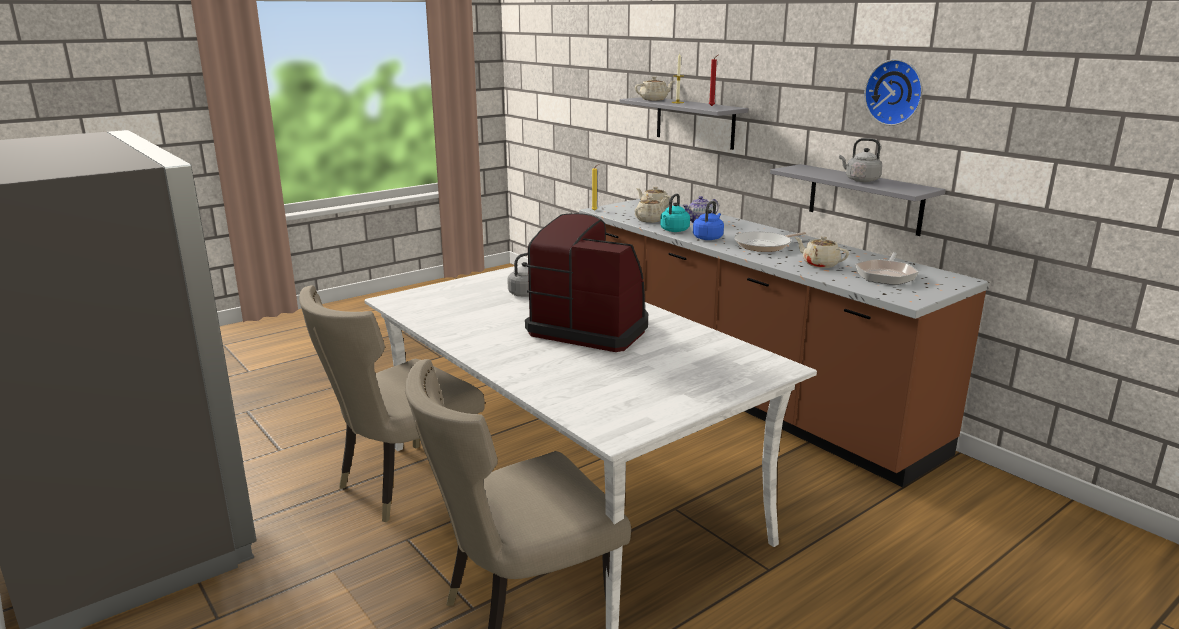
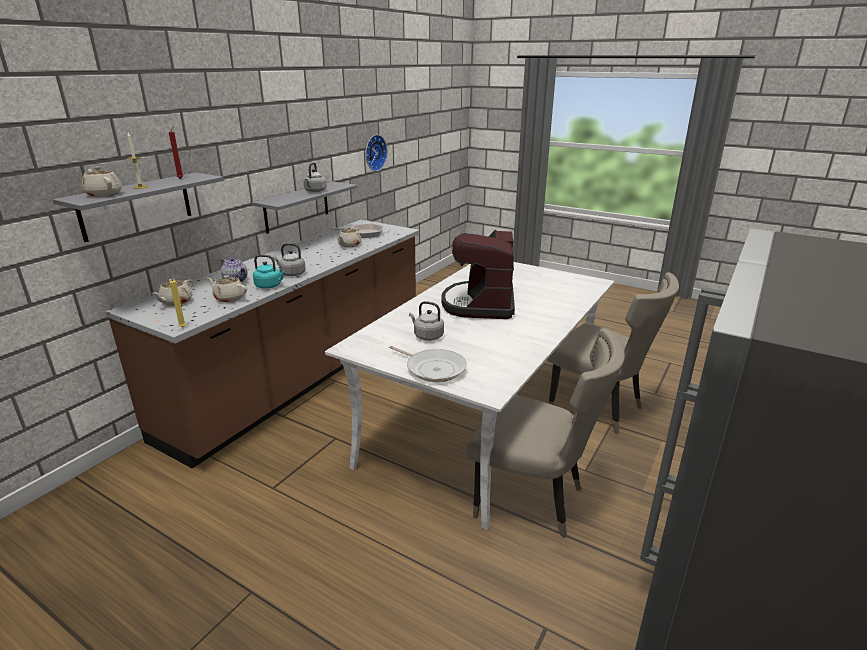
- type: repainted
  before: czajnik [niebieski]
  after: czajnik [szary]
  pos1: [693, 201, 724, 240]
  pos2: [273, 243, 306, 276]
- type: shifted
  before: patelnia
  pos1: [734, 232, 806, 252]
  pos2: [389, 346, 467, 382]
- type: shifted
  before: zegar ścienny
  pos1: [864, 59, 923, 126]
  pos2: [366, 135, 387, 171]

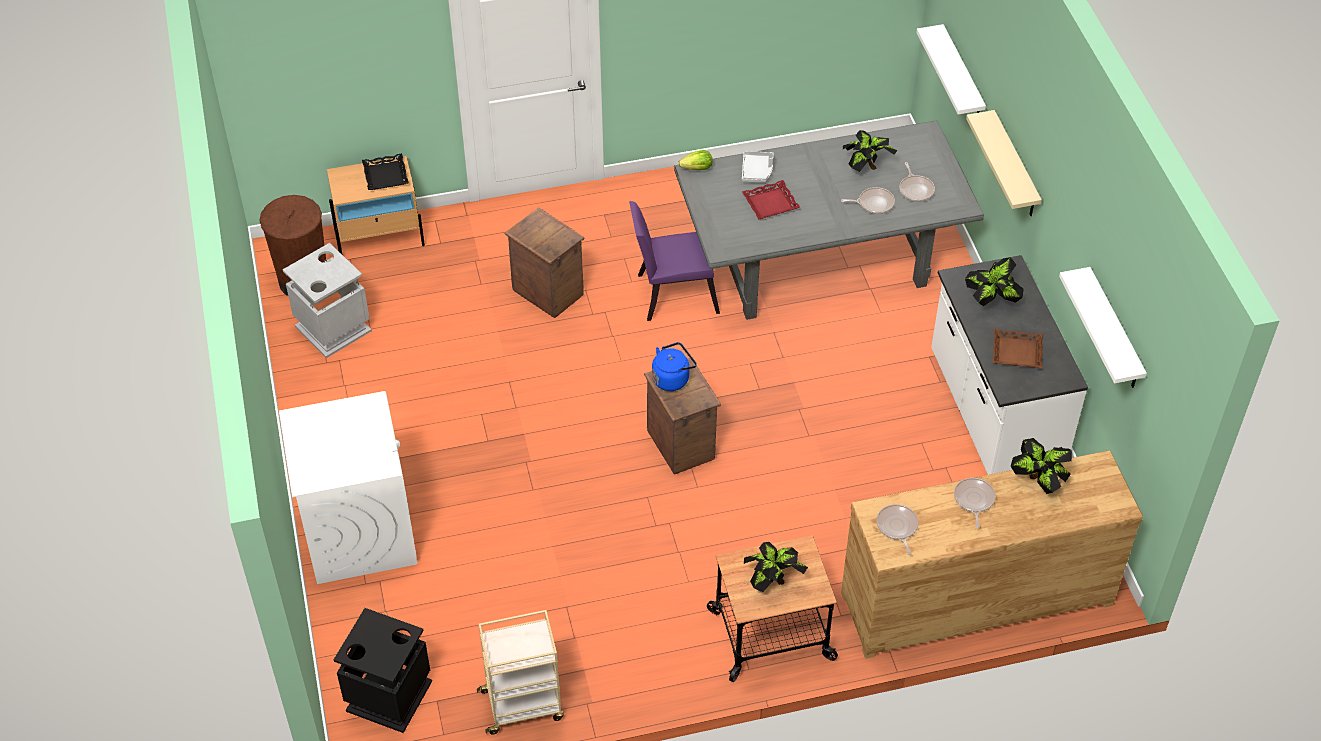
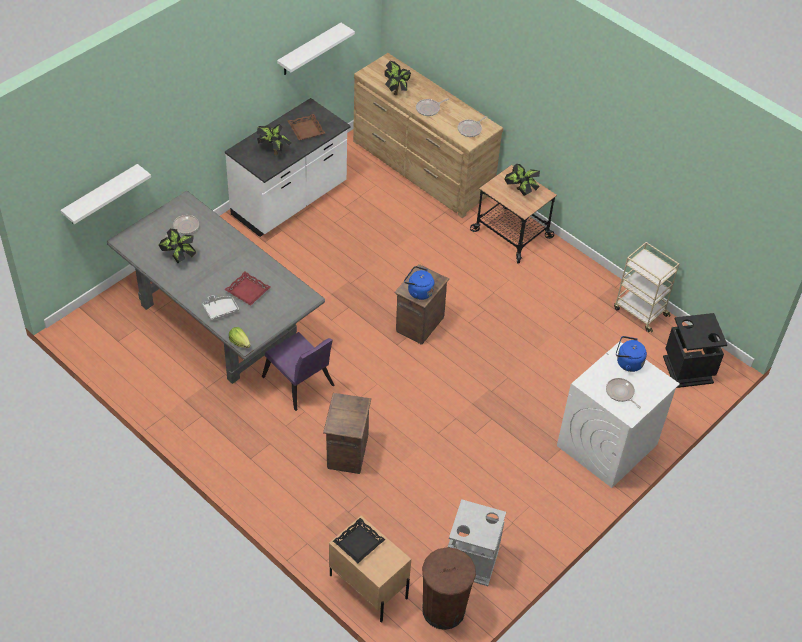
- type: shifted
  before: patelnia
  pos1: [841, 187, 895, 214]
  pos2: [606, 378, 641, 409]
- type: gone
  before: półka [beżowy]
  pos1: [966, 110, 1042, 216]
- type: new
  after: czajnik [niebieski]
  pos2: [616, 336, 647, 372]

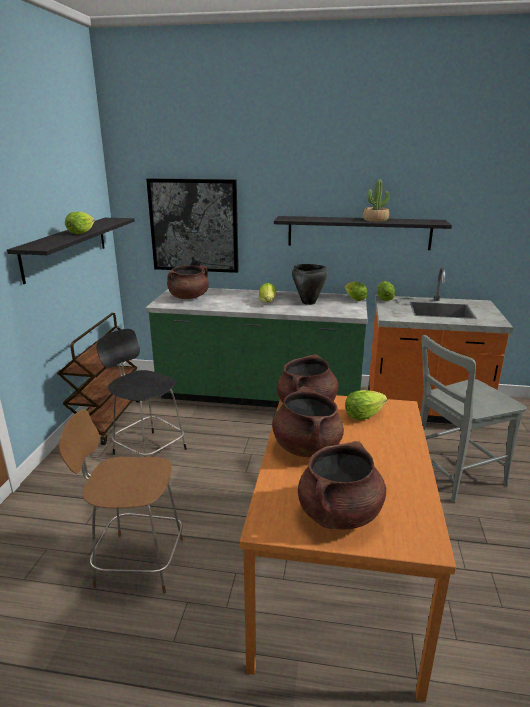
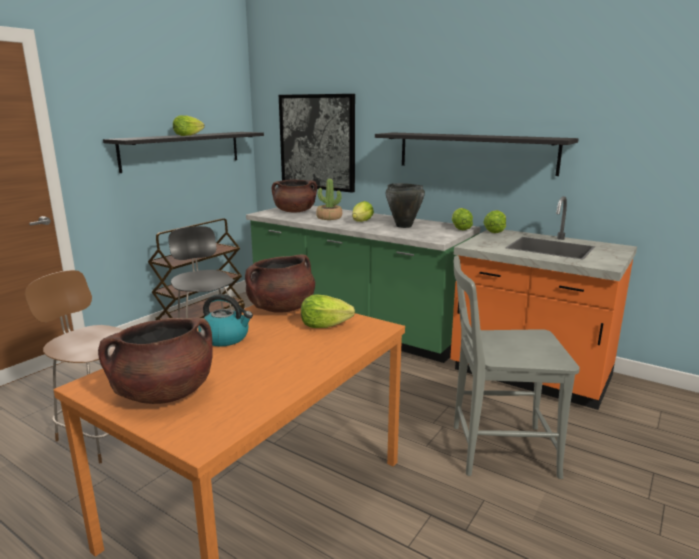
- type: swapped
  before: garnek [brązowy]
  after: czajnik
  pos1: [272, 386, 344, 457]
  pos2: [198, 294, 253, 346]
- type: shifted
  before: roślina doniczkowa
  pos1: [363, 179, 390, 222]
  pos2: [316, 178, 342, 220]

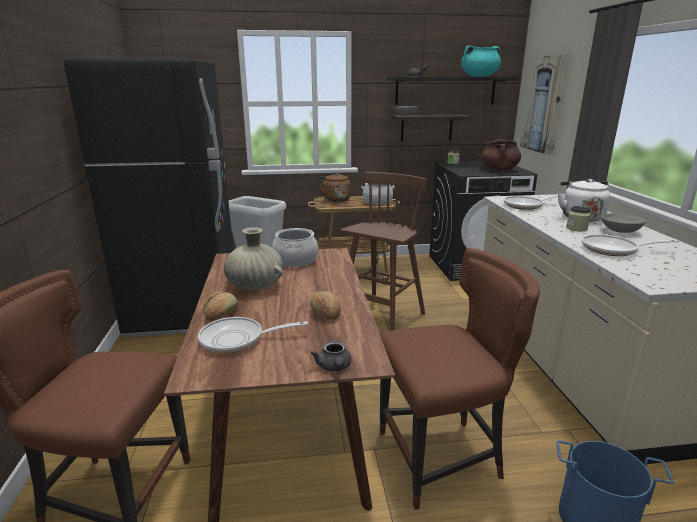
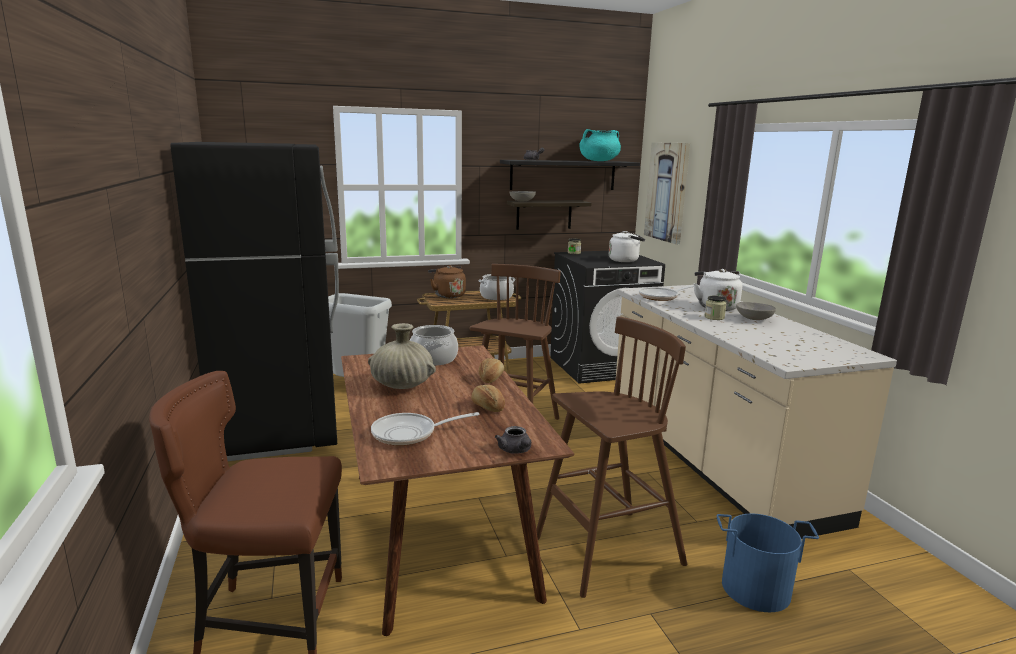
- type: shifted
  before: chleb
  pos1: [204, 292, 238, 322]
  pos2: [479, 358, 504, 383]
- type: swapped
  before: krzesło [brązowy]
  after: stołek [brązowy]
  pos1: [379, 248, 540, 510]
  pos2: [536, 316, 687, 598]
- type: swapped
  before: garnek [brązowy]
  after: czajnik [biały]
  pos1: [481, 139, 521, 171]
  pos2: [609, 231, 645, 262]
- type: gone
  before: patelnia
  pos1: [582, 234, 679, 256]

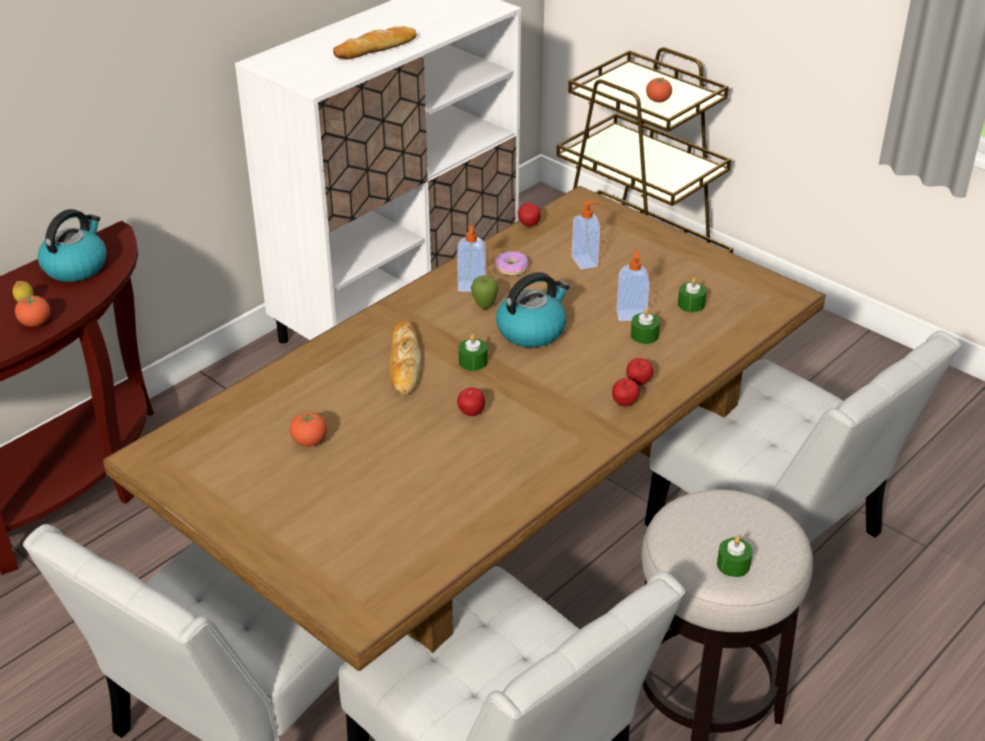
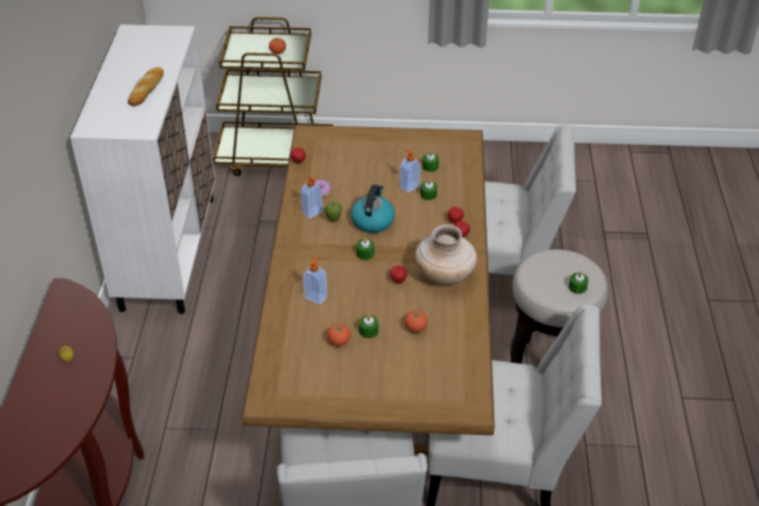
- type: shifted
  before: pomidor
  pos1: [15, 294, 50, 327]
  pos2: [404, 310, 428, 332]
- type: gone
  before: czajnik
  pos1: [38, 209, 107, 282]
- type: gone
  before: chleb
  pos1: [389, 321, 421, 395]
- type: shifted
  before: dozownik mydła
  pos1: [572, 201, 600, 270]
  pos2: [303, 257, 328, 305]
- type: new
  after: świeca [zielony]
  pos2: [359, 315, 378, 338]
- type: new
  after: wazon [beżowy]
  pos2: [415, 225, 477, 285]

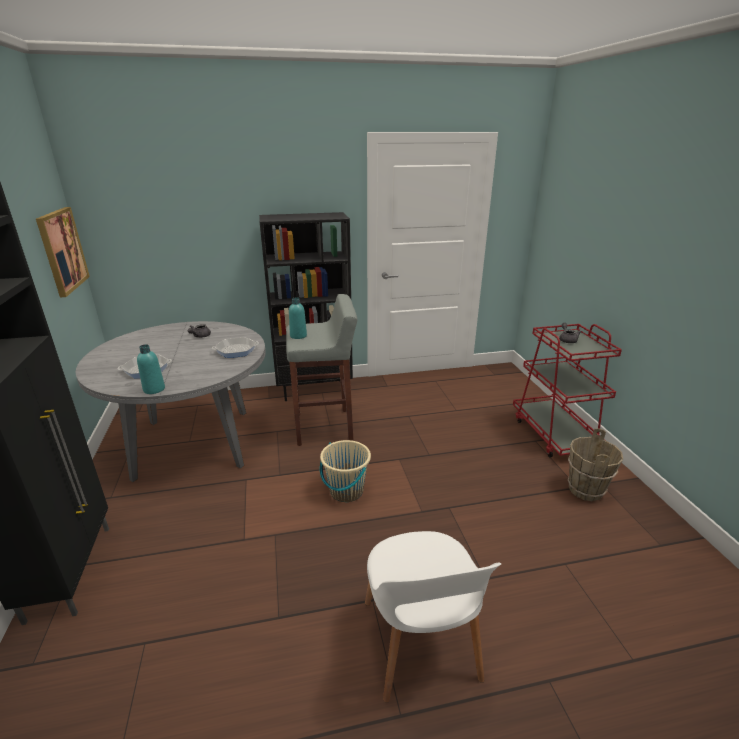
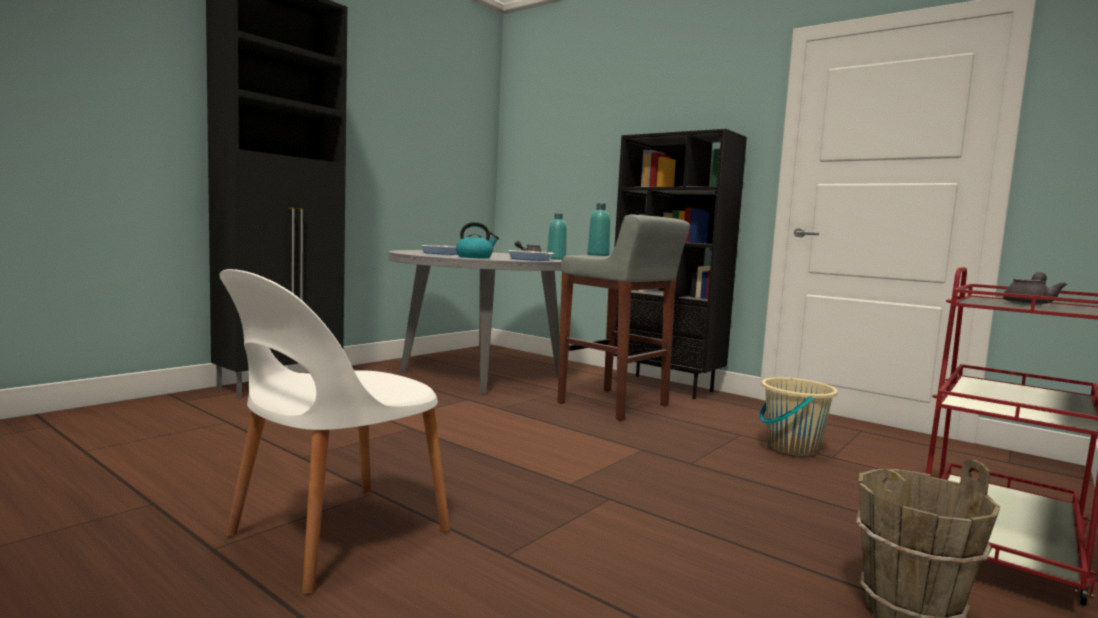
- type: gone
  before: obraz
  pos1: [36, 207, 90, 297]
- type: shifted
  before: butelka [turkusowy]
  pos1: [137, 344, 165, 394]
  pos2: [547, 213, 567, 260]
- type: shifted
  before: wiadro [beżowy]
  pos1: [320, 440, 371, 502]
  pos2: [759, 377, 838, 457]
- type: new
  after: czajnik
  pos2: [456, 222, 499, 258]

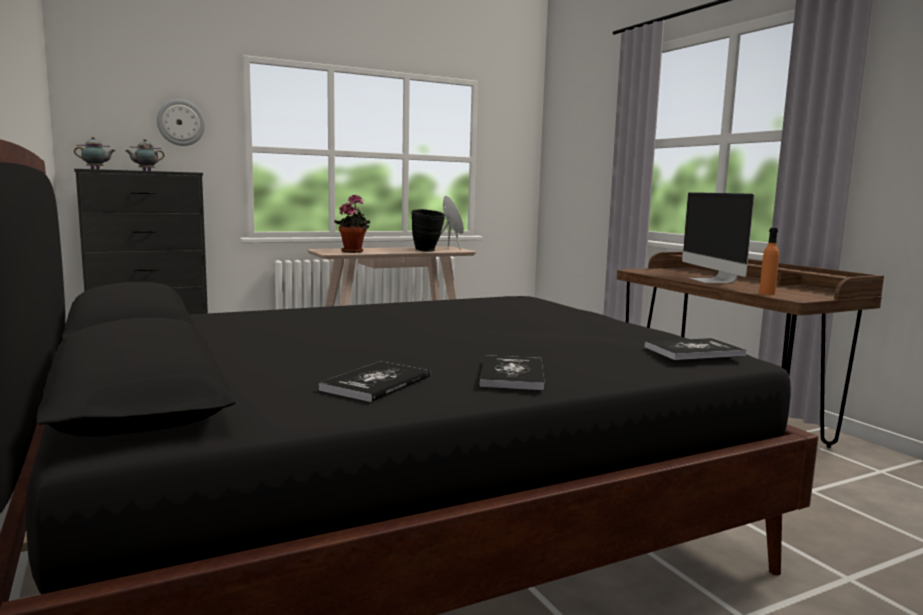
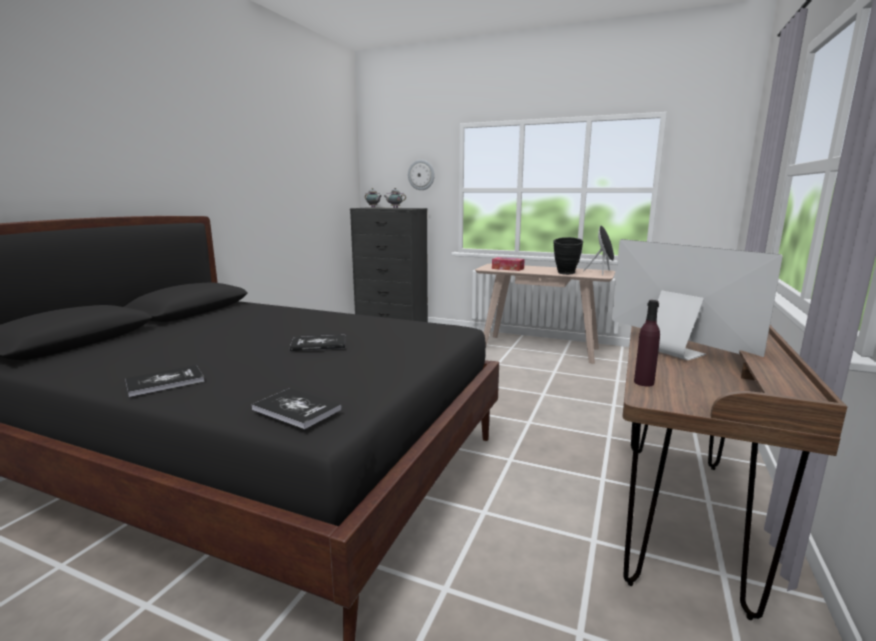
- type: shifted
  before: książka
  pos1: [319, 361, 430, 402]
  pos2: [290, 335, 345, 351]
- type: swapped
  before: roślina doniczkowa
  after: pudełko chusteczek
  pos1: [334, 194, 370, 253]
  pos2: [492, 257, 525, 271]
- type: rotated
  before: monitor
  pos1: [682, 192, 754, 283]
  pos2: [612, 239, 783, 360]
  turn: 105
- type: repainted
  before: butelka [pomarańczowy]
  after: butelka [fioletowy]
  pos1: [759, 228, 779, 295]
  pos2: [634, 300, 660, 386]

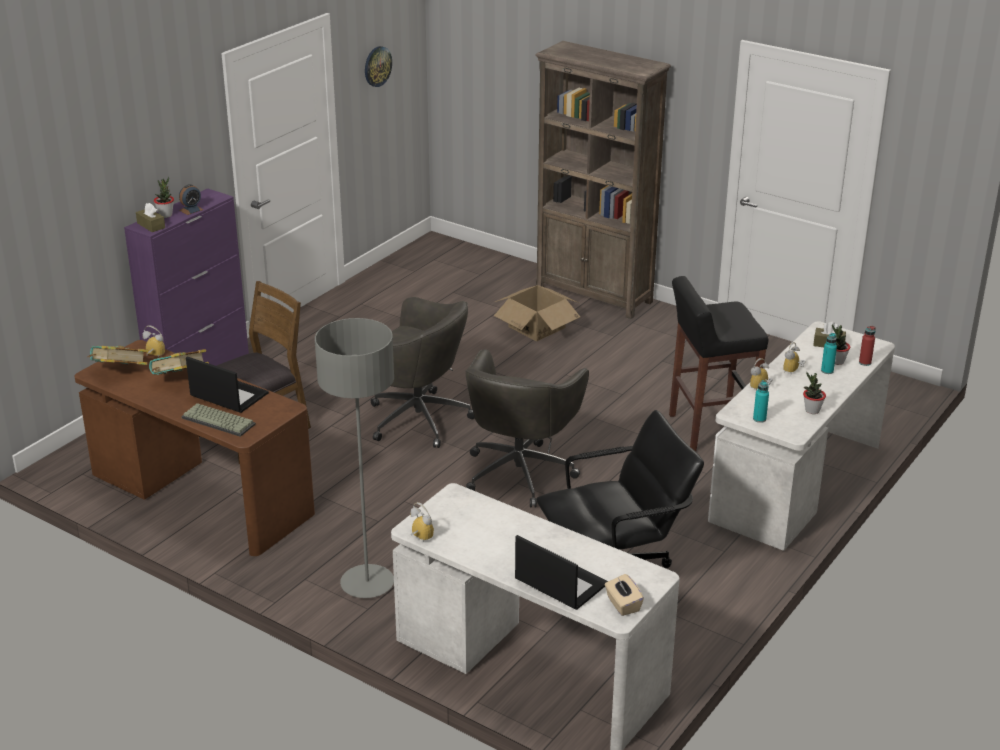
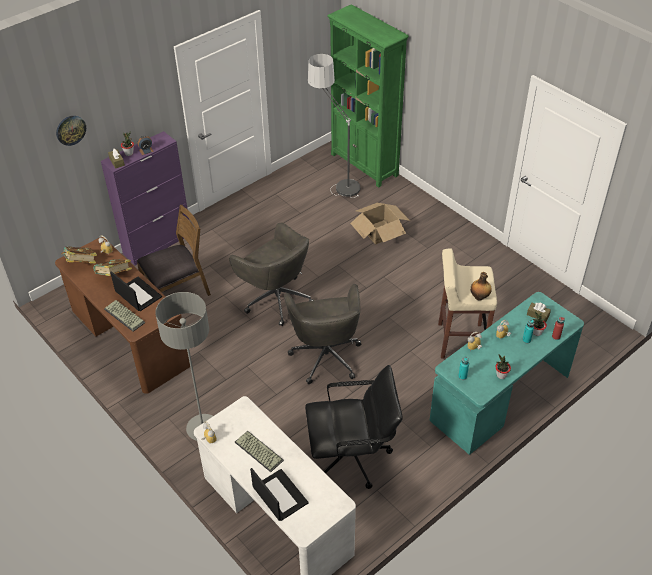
- type: shifted
  before: zegar ścienny
  pos1: [365, 46, 392, 87]
  pos2: [56, 116, 86, 146]
- type: rotated
  before: krzesło biurowe [szary]
  pos1: [465, 349, 589, 508]
  pos2: [284, 284, 361, 384]
  turn: -45
- type: gone
  before: regał [brązowy]
  pos1: [535, 41, 671, 319]
- type: gone
  before: pudełko chusteczek [beżowy]
  pos1: [605, 574, 644, 616]
- type: repainted
  before: stołek [czarny]
  after: stołek [beżowy]
  pos1: [669, 276, 768, 451]
  pos2: [438, 248, 497, 358]
- type: repainted
  before: biurko [biały]
  after: biurko [turkusowy]
  pos1: [708, 321, 895, 551]
  pos2: [430, 292, 584, 455]
- type: new
  after: klawiatura
  pos2: [235, 431, 284, 472]
- type: new
  after: lampa stojąca
  pos2: [308, 54, 360, 198]
- type: new
  after: regał [zielony]
  pos2: [327, 4, 409, 188]
- type: new
  after: butelka
  pos2: [470, 272, 492, 301]

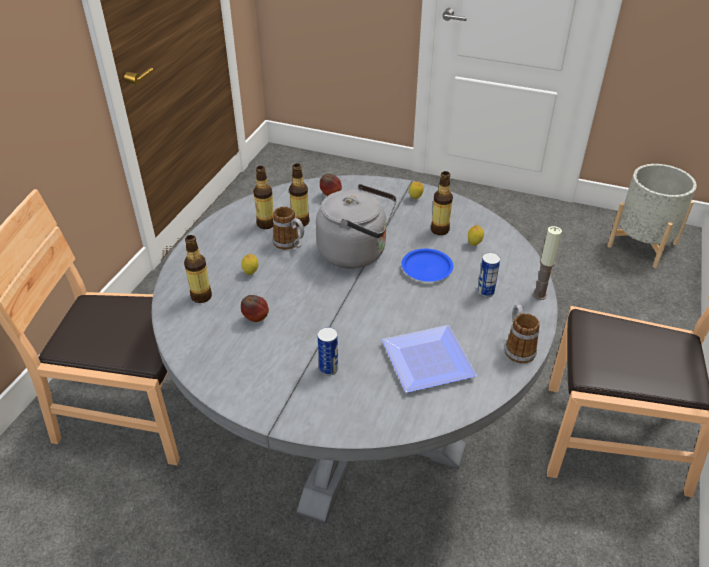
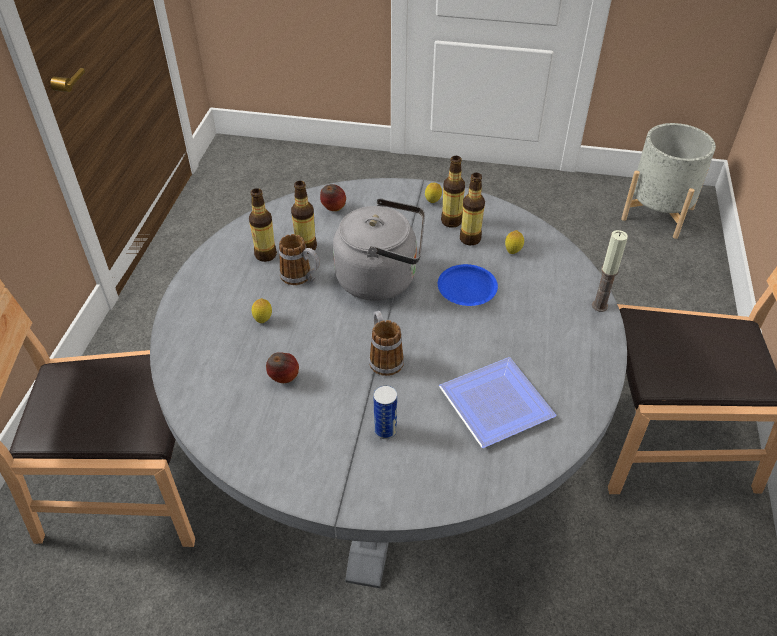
- type: shifted
  before: butelka
  pos1: [184, 235, 212, 303]
  pos2: [441, 156, 465, 228]
- type: gone
  before: puszka
  pos1: [477, 253, 500, 298]
- type: shifted
  before: kubek
  pos1: [505, 305, 540, 363]
  pos2: [369, 311, 404, 376]

